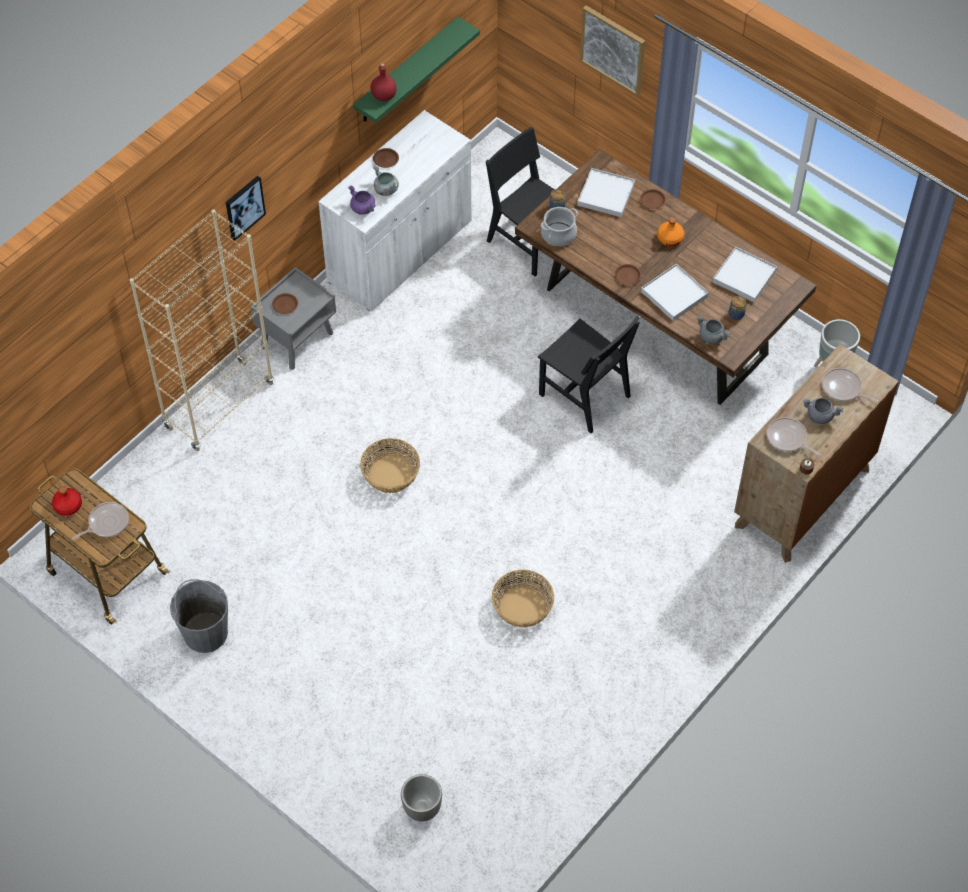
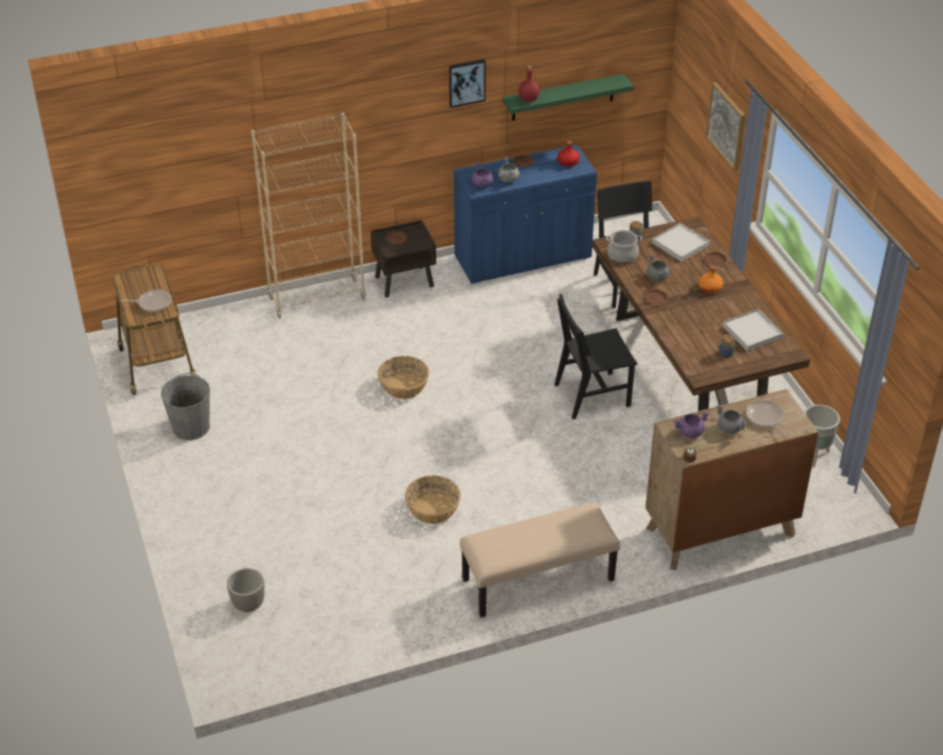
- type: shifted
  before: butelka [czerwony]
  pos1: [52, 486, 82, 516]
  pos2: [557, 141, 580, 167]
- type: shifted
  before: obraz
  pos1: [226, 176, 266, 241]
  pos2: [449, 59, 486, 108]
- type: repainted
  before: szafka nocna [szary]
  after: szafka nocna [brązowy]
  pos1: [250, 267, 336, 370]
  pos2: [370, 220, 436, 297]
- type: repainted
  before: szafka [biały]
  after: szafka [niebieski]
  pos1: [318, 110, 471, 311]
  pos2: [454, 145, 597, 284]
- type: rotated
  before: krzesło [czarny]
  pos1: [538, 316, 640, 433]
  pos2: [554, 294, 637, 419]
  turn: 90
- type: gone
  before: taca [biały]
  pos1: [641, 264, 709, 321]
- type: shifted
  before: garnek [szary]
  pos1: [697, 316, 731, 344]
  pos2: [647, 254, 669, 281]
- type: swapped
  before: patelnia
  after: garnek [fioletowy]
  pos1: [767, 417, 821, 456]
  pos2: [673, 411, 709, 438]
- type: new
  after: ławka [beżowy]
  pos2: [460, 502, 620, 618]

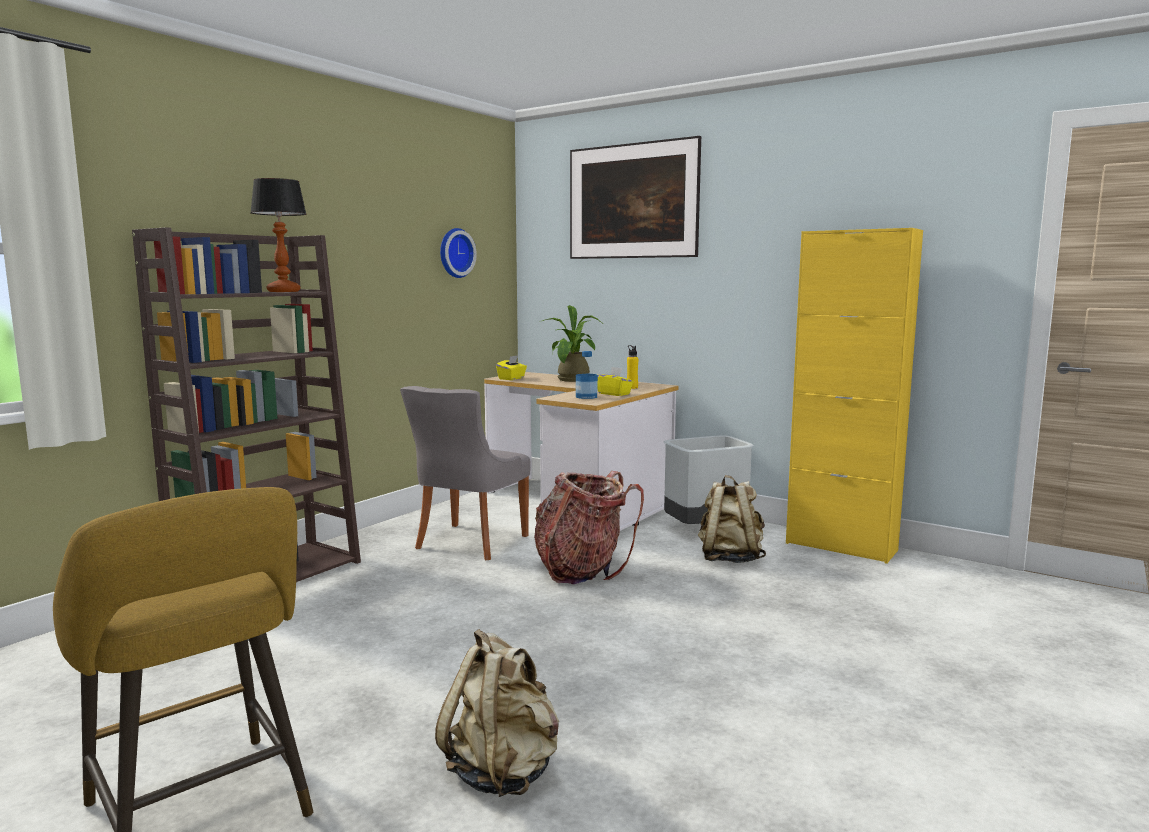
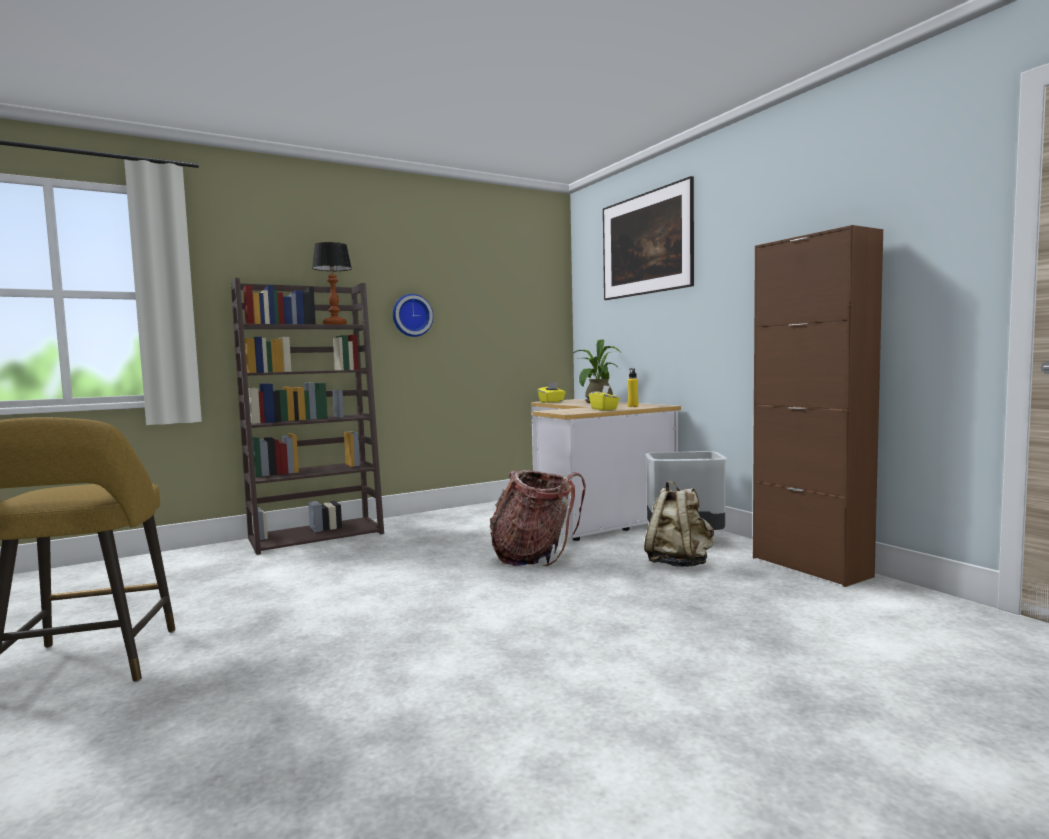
- type: gone
  before: krzesło [szary]
  pos1: [400, 386, 530, 560]
- type: gone
  before: plecak [beżowy]
  pos1: [435, 629, 559, 797]
- type: shifted
  before: zegar ścienny
  pos1: [440, 228, 477, 278]
  pos2: [393, 294, 433, 337]
- type: gone
  before: butelka
  pos1: [576, 351, 598, 399]
- type: repainted
  before: szafka [żółty]
  after: szafka [brązowy]
  pos1: [786, 228, 923, 564]
  pos2: [753, 225, 883, 587]

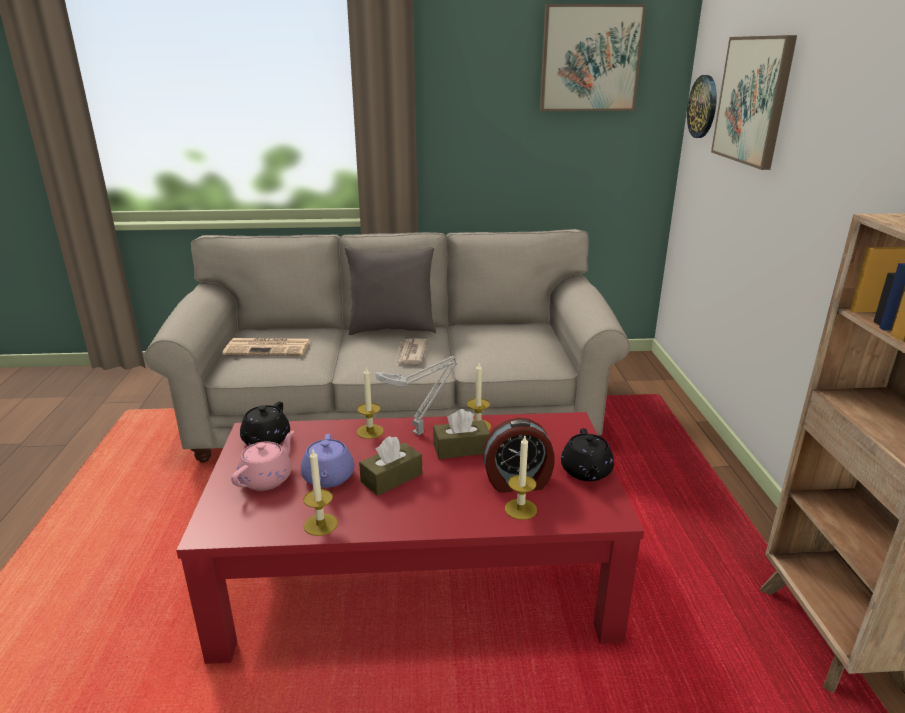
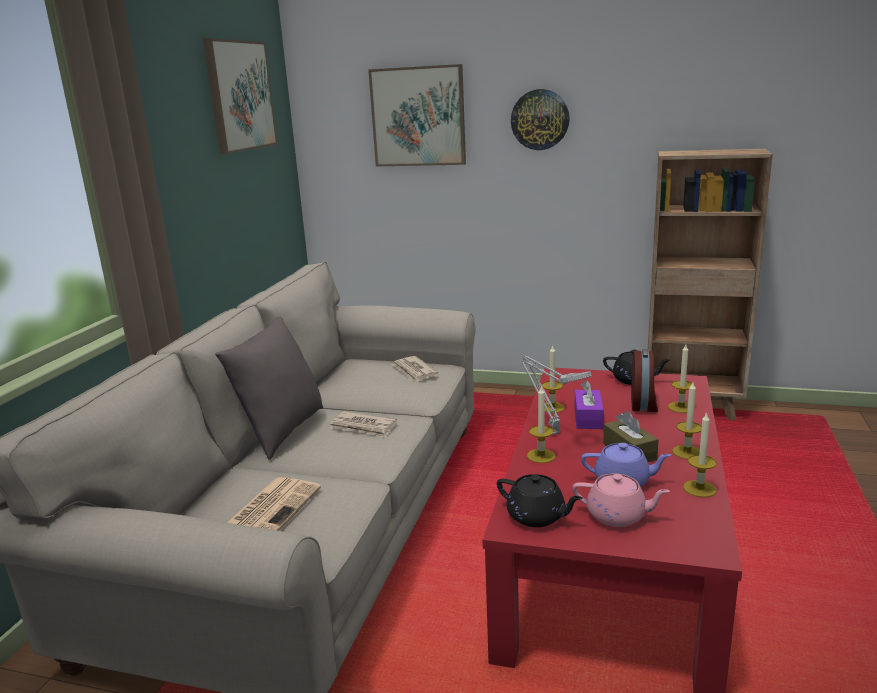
- type: rotated
  before: imbryk [różowy]
  pos1: [231, 431, 294, 491]
  pos2: [573, 474, 670, 527]
  turn: 150
- type: repainted
  before: pudełko chusteczek [brązowy]
  after: pudełko chusteczek [fioletowy]
  pos1: [433, 409, 490, 459]
  pos2: [574, 380, 604, 429]
- type: shifted
  before: zegar ścienny
  pos1: [687, 75, 717, 138]
  pos2: [511, 89, 570, 150]
- type: new
  after: gazeta
  pos2: [392, 356, 438, 383]
- type: new
  after: świeca
  pos2: [672, 382, 702, 459]

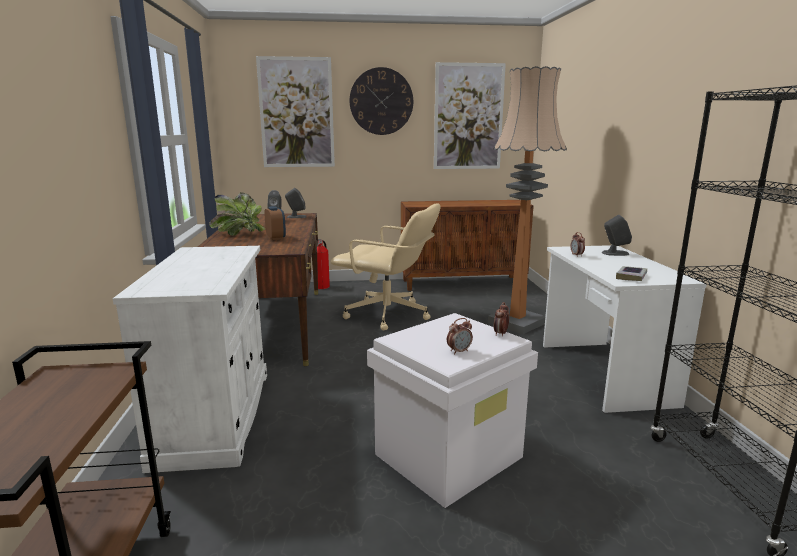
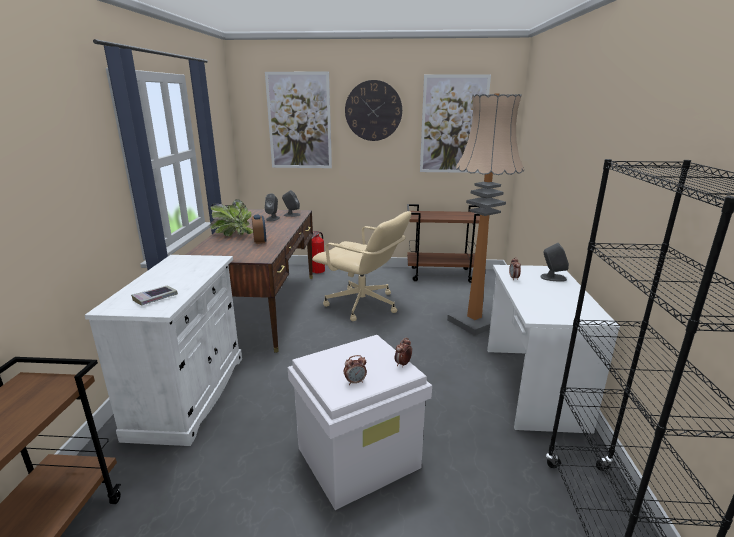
- type: swapped
  before: szafka [brązowy]
  after: wózek [brązowy]
  pos1: [401, 200, 534, 291]
  pos2: [407, 204, 480, 283]
- type: shifted
  before: książka
  pos1: [616, 266, 647, 281]
  pos2: [131, 285, 178, 306]

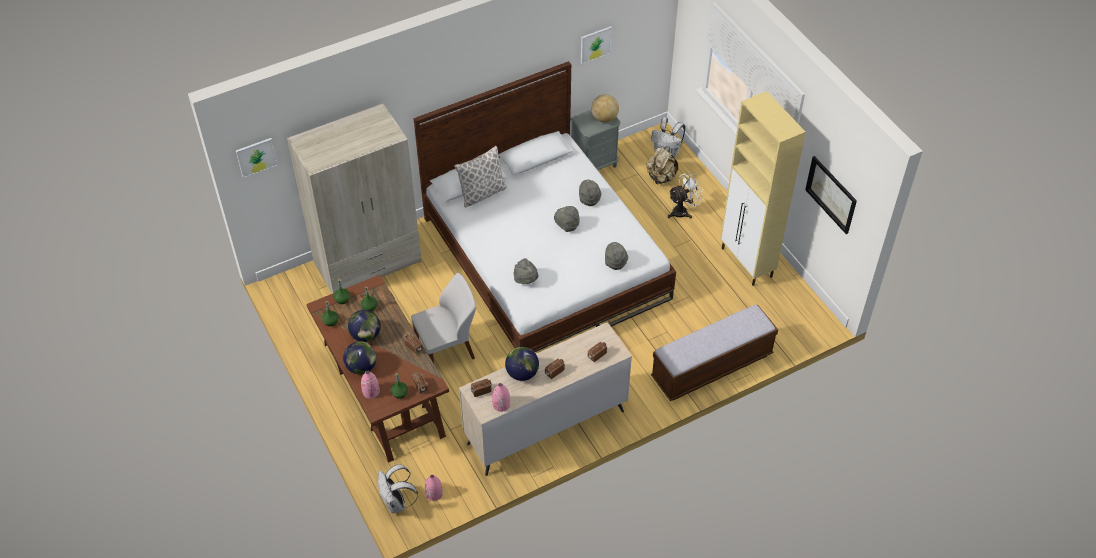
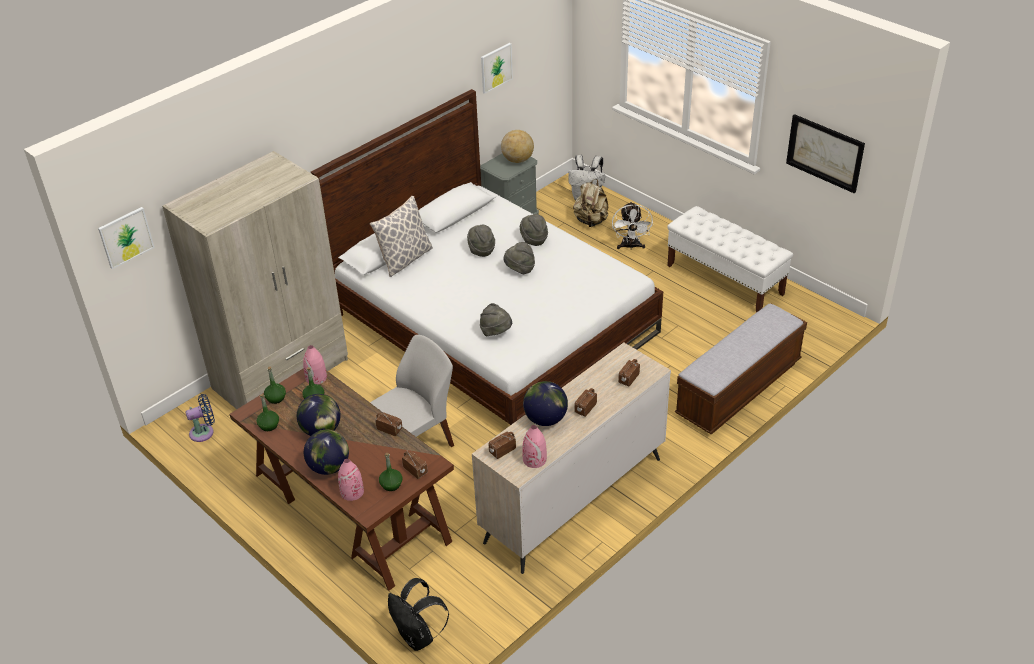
- type: repainted
  before: plecak [biały]
  after: plecak [czarny]
  pos1: [378, 464, 418, 513]
  pos2: [388, 578, 449, 651]
- type: shifted
  before: wazon [różowy]
  pos1: [425, 475, 443, 501]
  pos2: [303, 345, 327, 384]
- type: shifted
  before: kapelusz [szary]
  pos1: [605, 242, 628, 270]
  pos2: [467, 225, 495, 257]
- type: rotated
  before: wentylator [biały]
  pos1: [668, 172, 704, 219]
  pos2: [612, 202, 653, 250]
  turn: 135
- type: swapped
  before: szafka [beżowy]
  after: ławka [biały]
  pos1: [720, 91, 806, 286]
  pos2: [667, 206, 793, 313]
- type: new
  after: wentylator [niebieski]
  pos2: [186, 394, 215, 442]

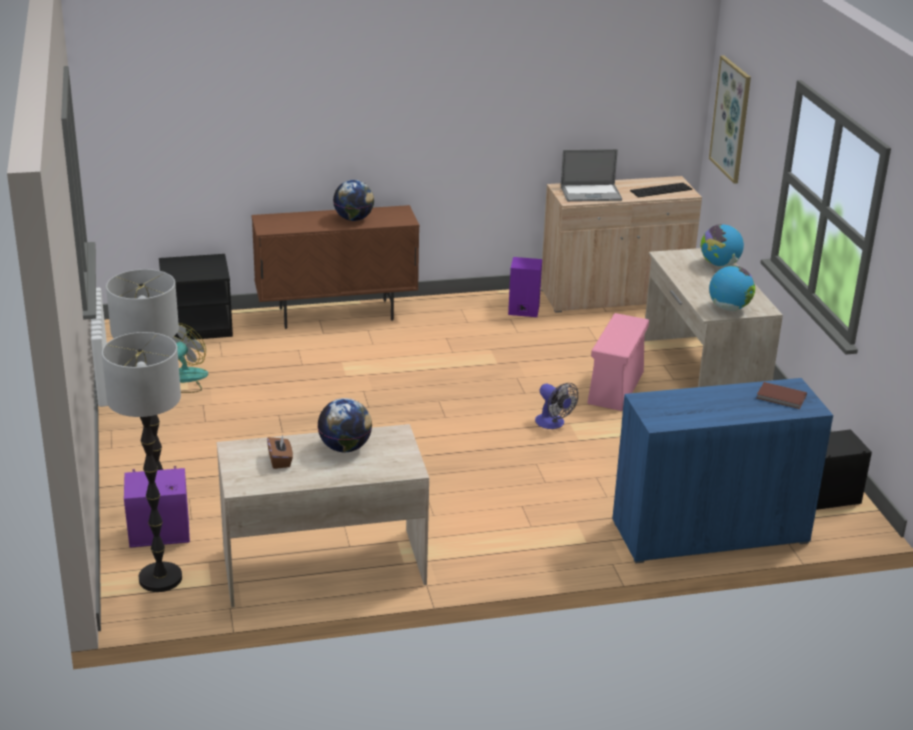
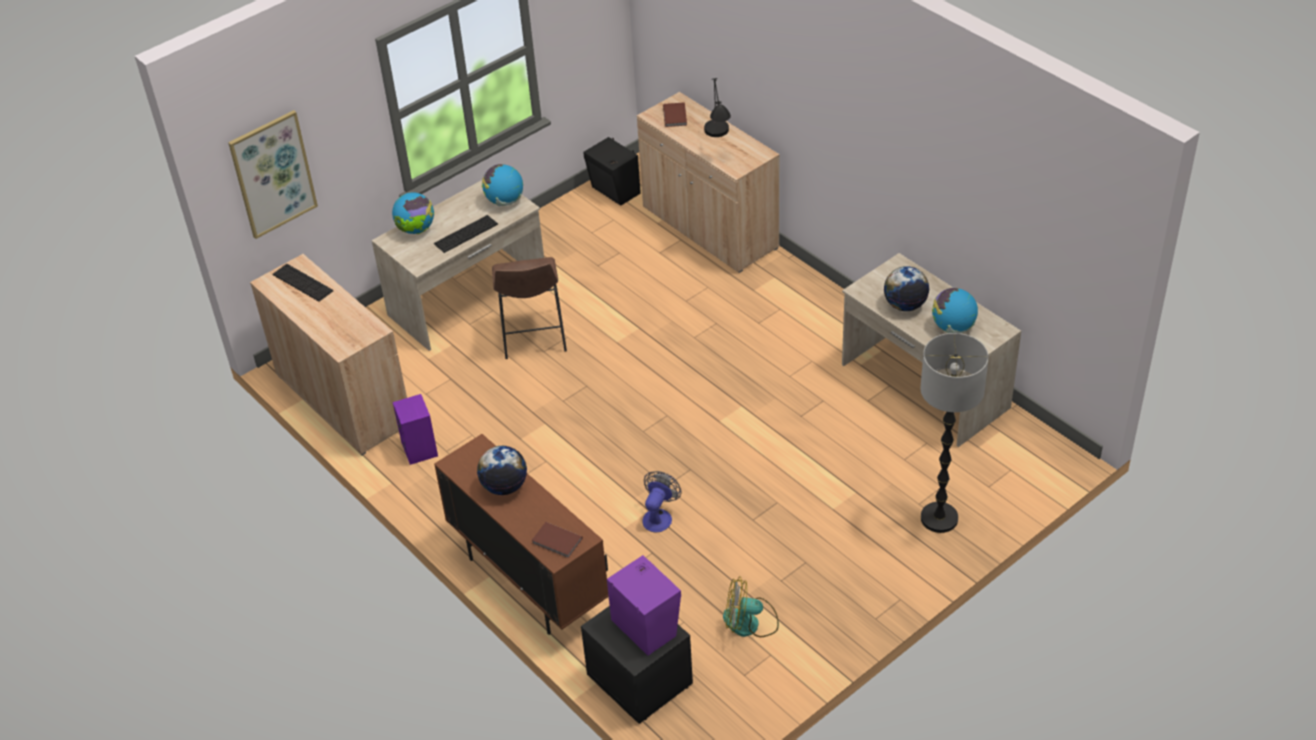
- type: gone
  before: lampa stojąca
  pos1: [102, 332, 182, 592]
- type: shifted
  before: głośnik [fioletowy]
  pos1: [124, 466, 190, 548]
  pos2: [607, 555, 681, 656]
- type: swapped
  before: pudełko chusteczek [brązowy]
  after: globus
  pos1: [267, 435, 293, 469]
  pos2: [932, 288, 978, 333]
- type: shifted
  before: wentylator
  pos1: [535, 383, 578, 429]
  pos2: [643, 471, 681, 532]
- type: gone
  before: laptop
  pos1: [561, 149, 622, 202]
- type: swapped
  before: pojemnik do przechowywania [różowy]
  after: stołek [brązowy]
  pos1: [587, 313, 649, 411]
  pos2: [492, 257, 567, 359]
- type: repainted
  before: szafka [niebieski]
  after: szafka [beżowy]
  pos1: [612, 378, 833, 563]
  pos2: [637, 92, 780, 273]
- type: new
  after: klawiatura
  pos2: [434, 215, 498, 253]
- type: new
  after: książka [brązowy]
  pos2: [532, 522, 583, 558]
- type: new
  after: lampa stołowa [czarny]
  pos2: [704, 78, 731, 137]

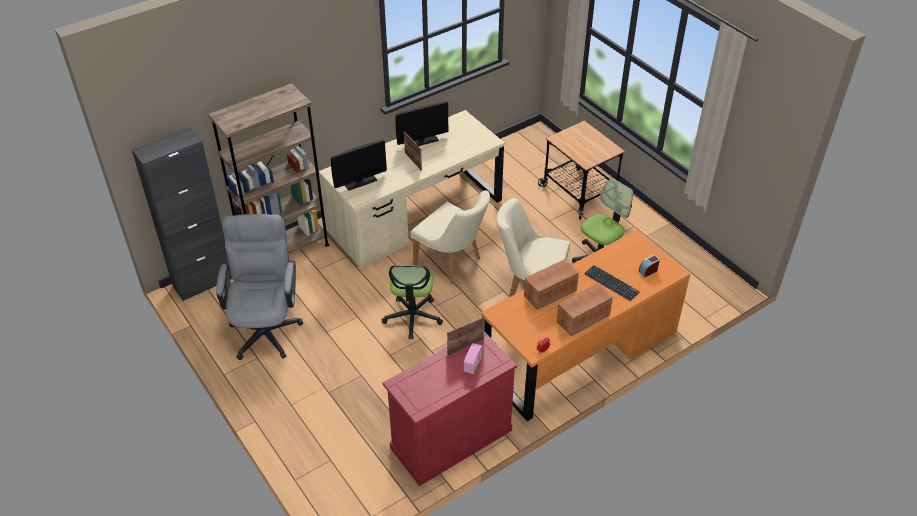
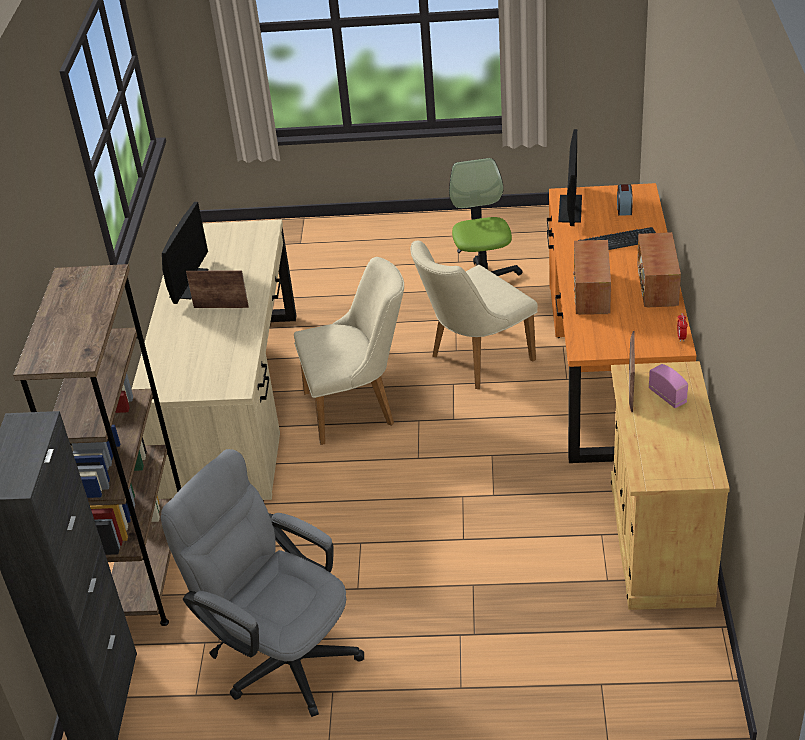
- type: shifted
  before: monitor
  pos1: [331, 140, 387, 191]
  pos2: [558, 129, 582, 226]
- type: gone
  before: krzesło biurowe
  pos1: [382, 265, 443, 339]
- type: repainted
  before: szafka [czerwony]
  after: szafka [beżowy]
  pos1: [382, 331, 517, 486]
  pos2: [611, 361, 730, 610]
- type: gone
  before: wózek
  pos1: [538, 121, 625, 220]

